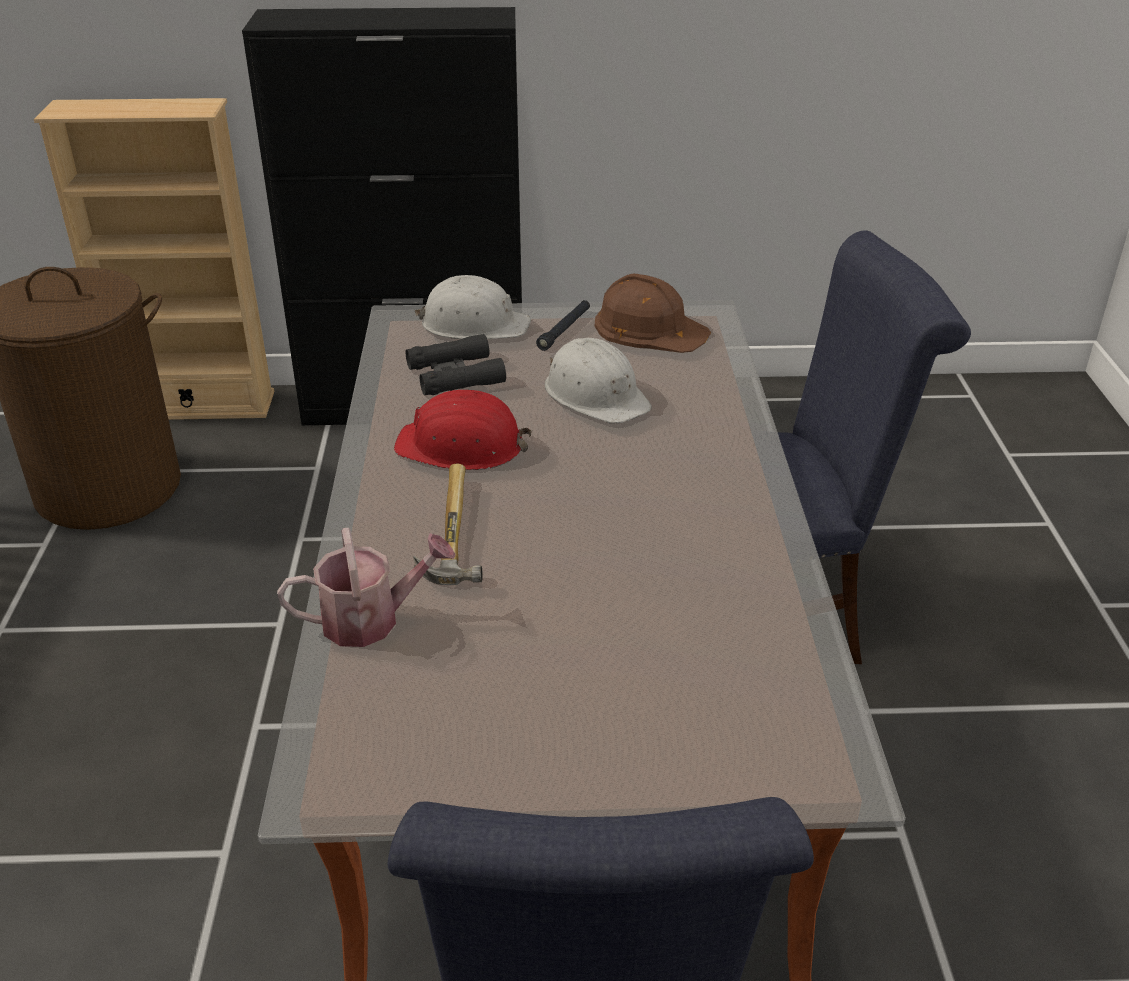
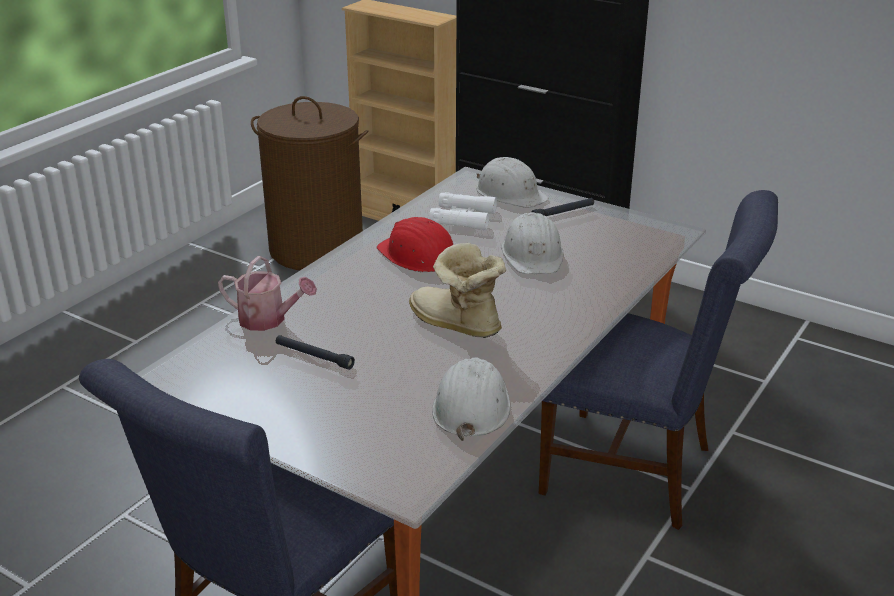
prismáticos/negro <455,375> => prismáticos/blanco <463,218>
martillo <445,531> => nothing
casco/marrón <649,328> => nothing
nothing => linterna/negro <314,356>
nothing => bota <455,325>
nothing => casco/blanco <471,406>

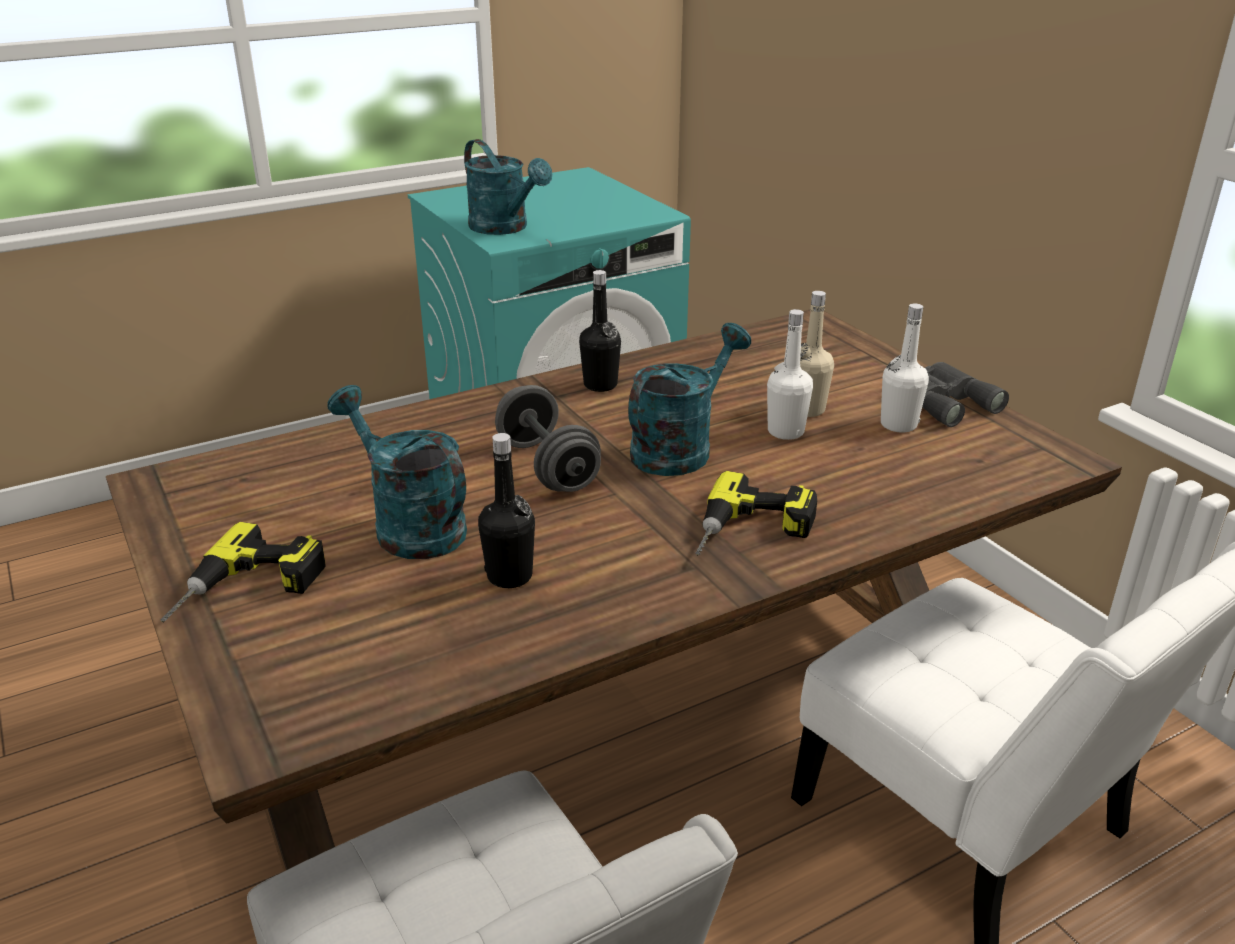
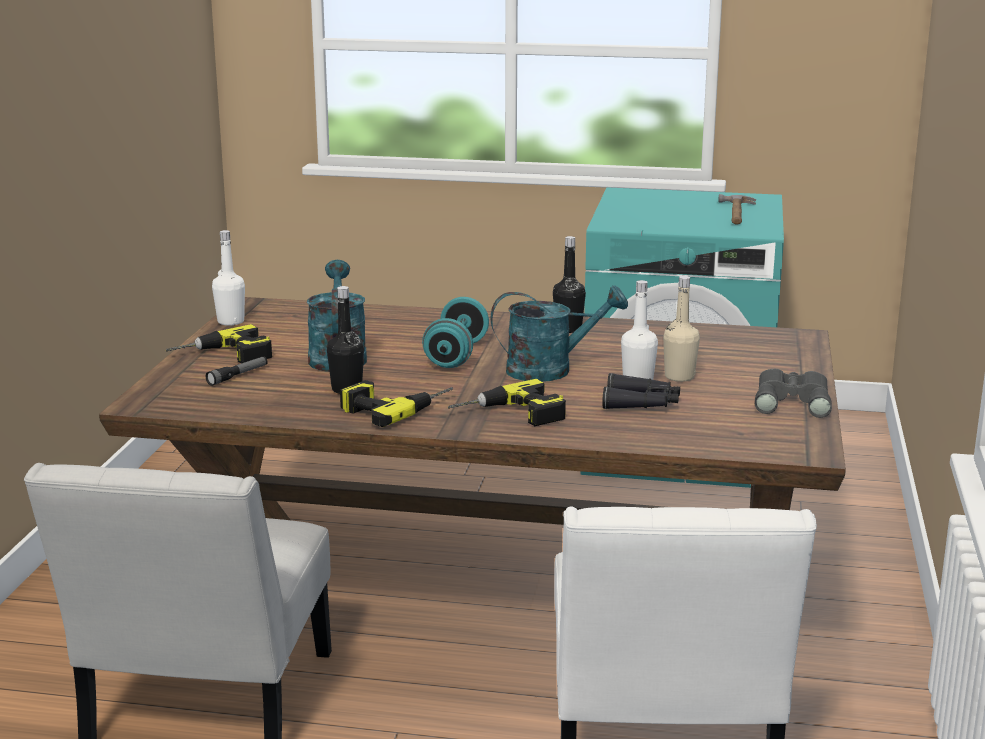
regadera/turquesa <505,228> => nothing
mancuerna/gris <547,466> => mancuerna/turquesa <456,355>
botella/blanco <898,425> => botella/blanco <231,321>, shifted
nothing => linterna <238,376>
nothing => taladro <395,406>
nothing => prismáticos/negro <641,403>
nothing => martillo <736,213>

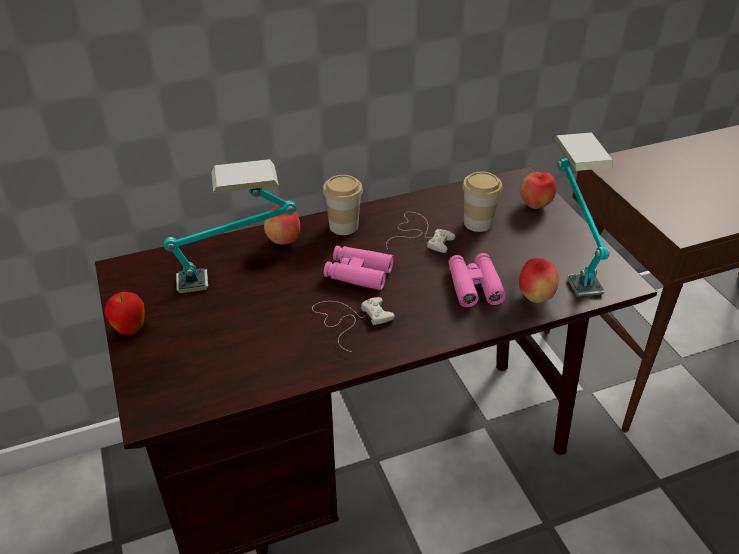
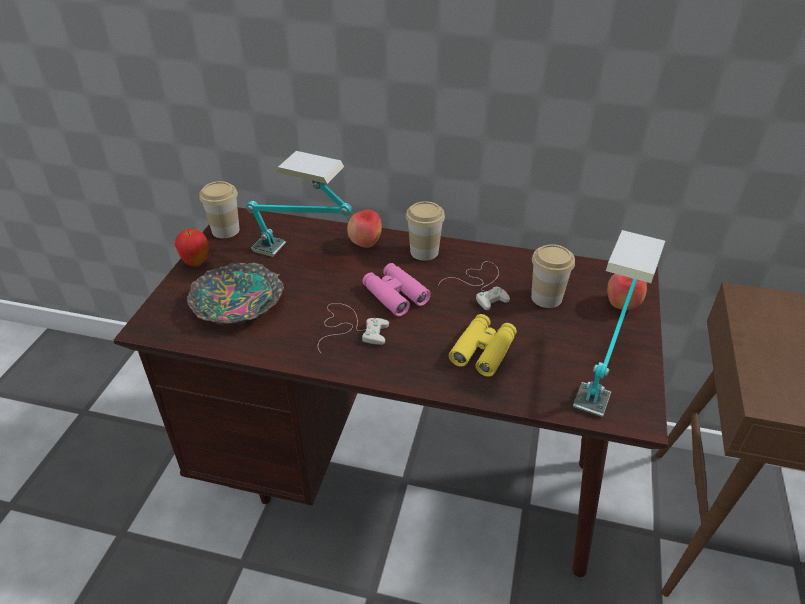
prismáticos/rosa <474,285> => prismáticos/amarillo <483,350>
manzana <535,297> => nothing
nothing => cuenco <239,303>
nothing => taza <225,230>

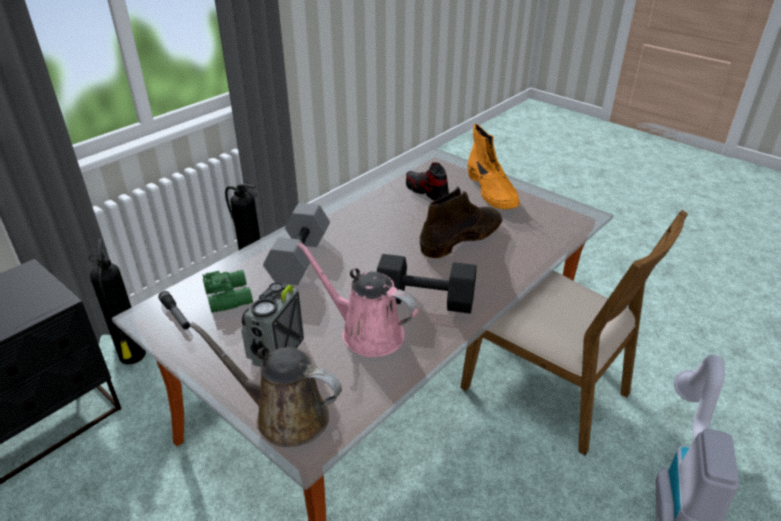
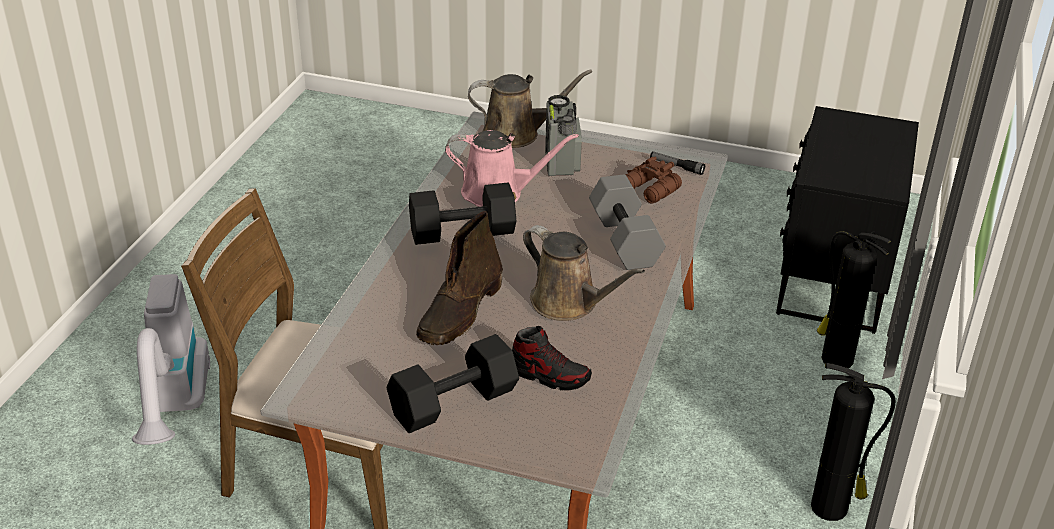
prismáticos/verde <230,296> => prismáticos/marrón <649,190>
bota/naranja <492,191> => mancuerna/negro <453,404>
nothing => regadera/marrón <569,303>

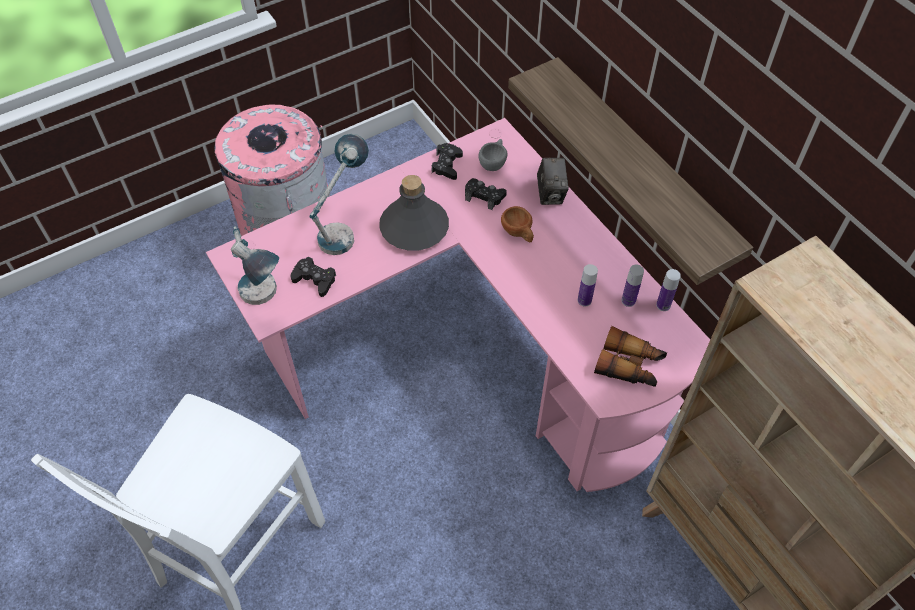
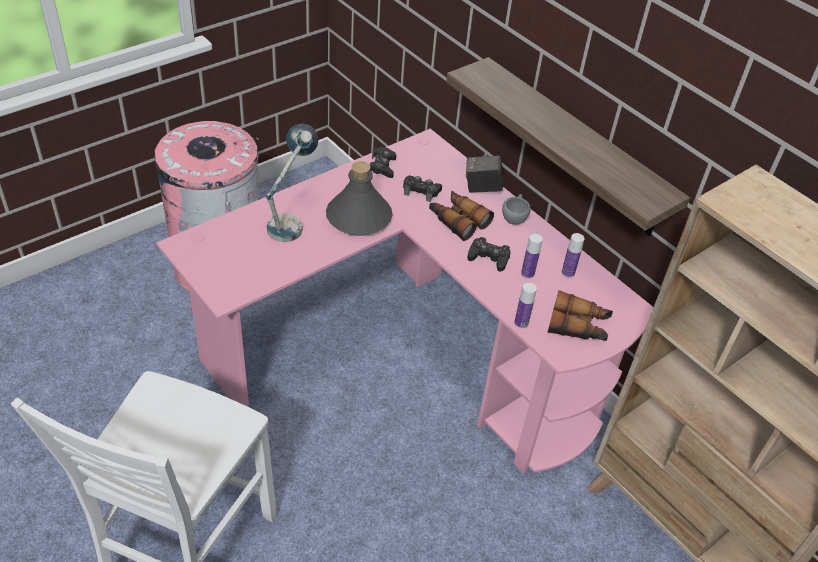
lámpara de mesa <265,301> => nothing
mando de consola/negro <315,279> => mando de consola/negro <488,258>, shifted
taza/gris <494,162> => taza/gris <514,217>, shifted
taza/marrón <518,233> => prismáticos <457,220>
cámara <550,194> => cámara <482,188>, 105 degrees clockwise
botella <663,305> => botella <521,323>, shifted

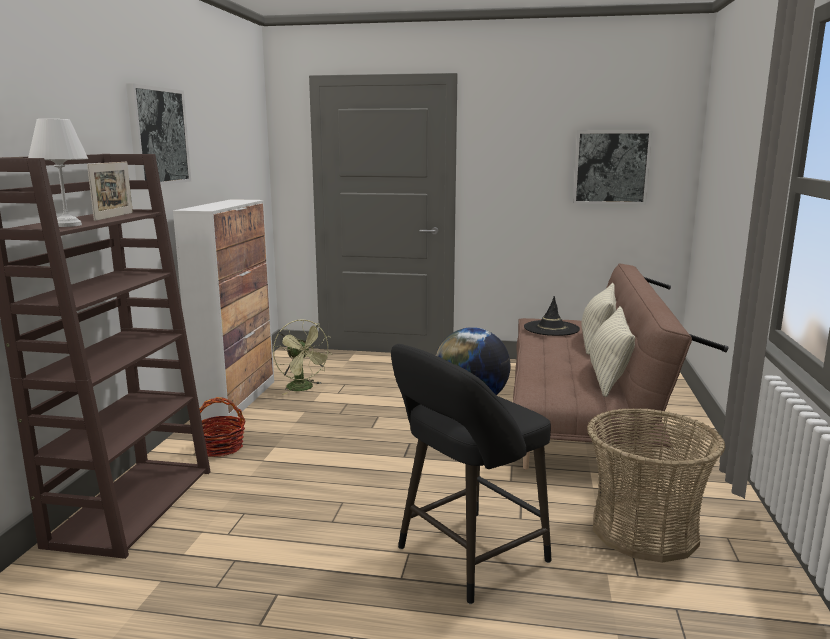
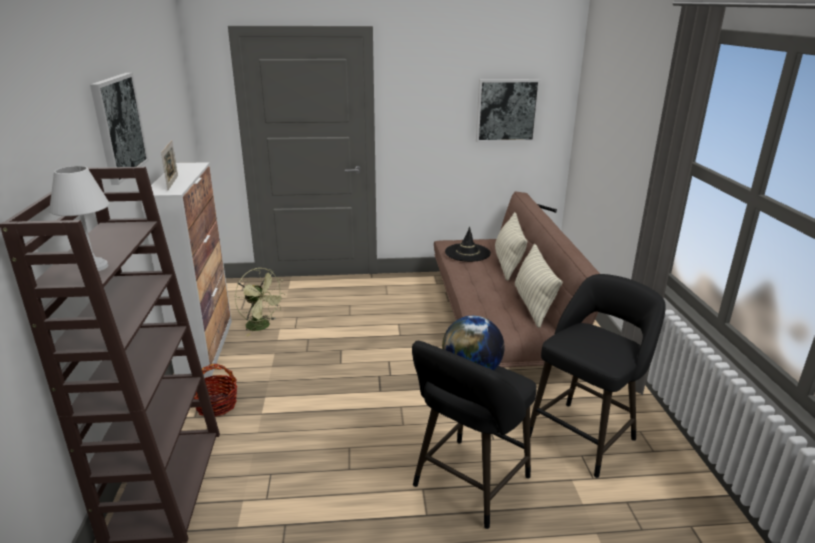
portarretratos <114,216> => portarretratos <172,183>, shifted
cesta <644,531> => taburete/negro <584,435>

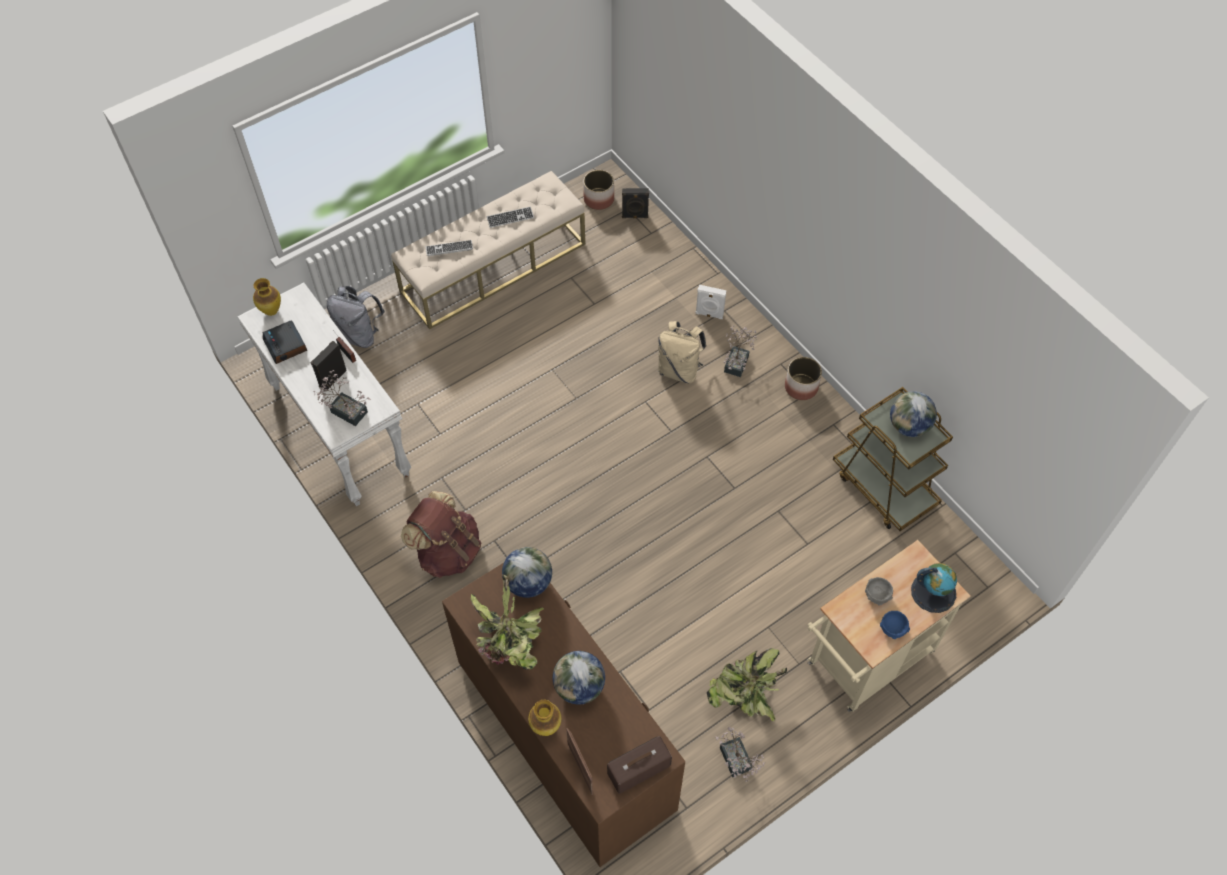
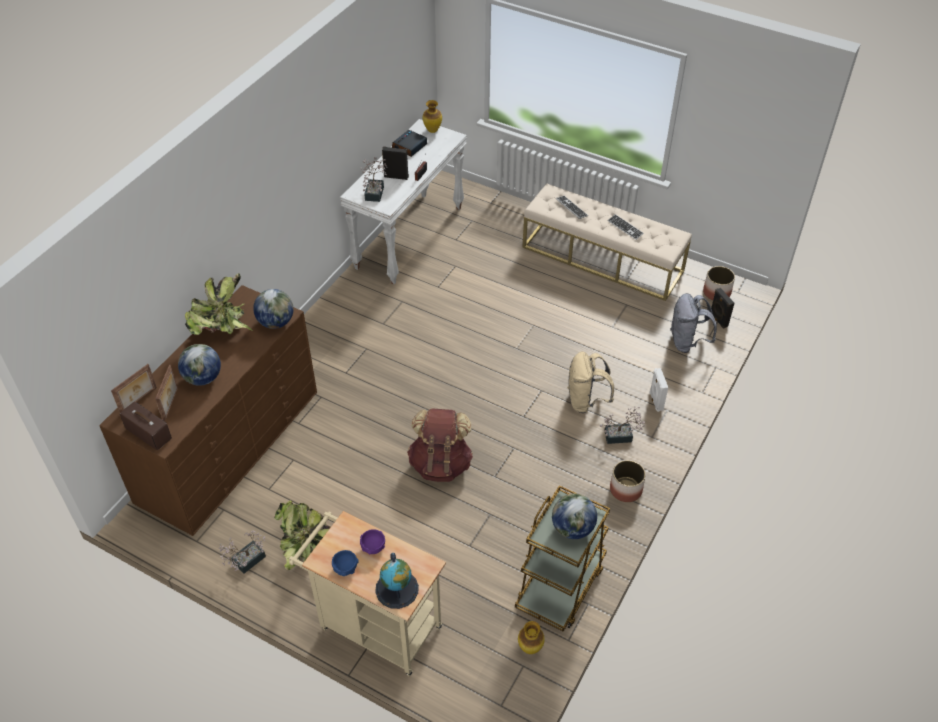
mochila/gris <360,335> => mochila/gris <687,342>, shifted
mochila/marrón <447,551> => mochila/marrón <441,464>, shifted
florero <546,727> => florero <530,649>, shifted
cuenco/gris <877,595> => cuenco/morado <373,547>
nothing => portarretratos <171,405>

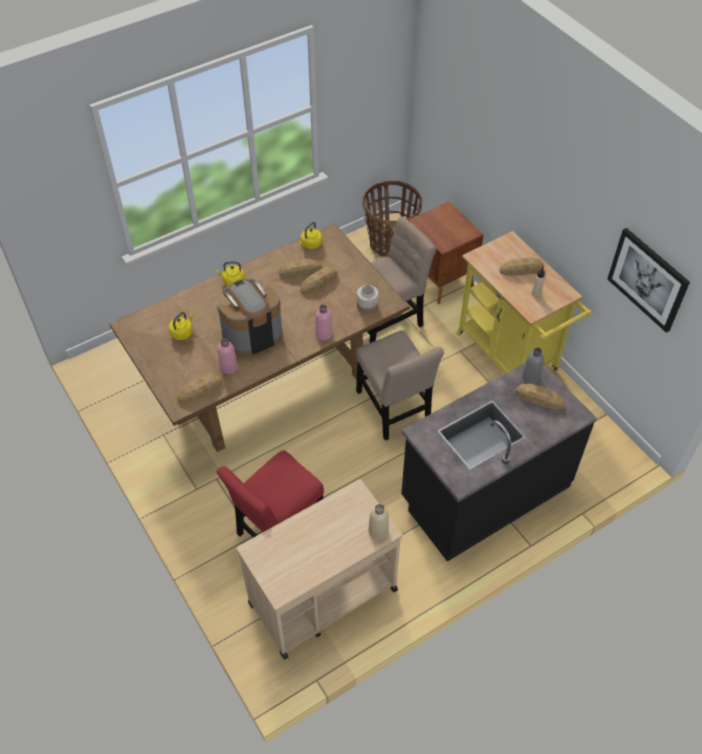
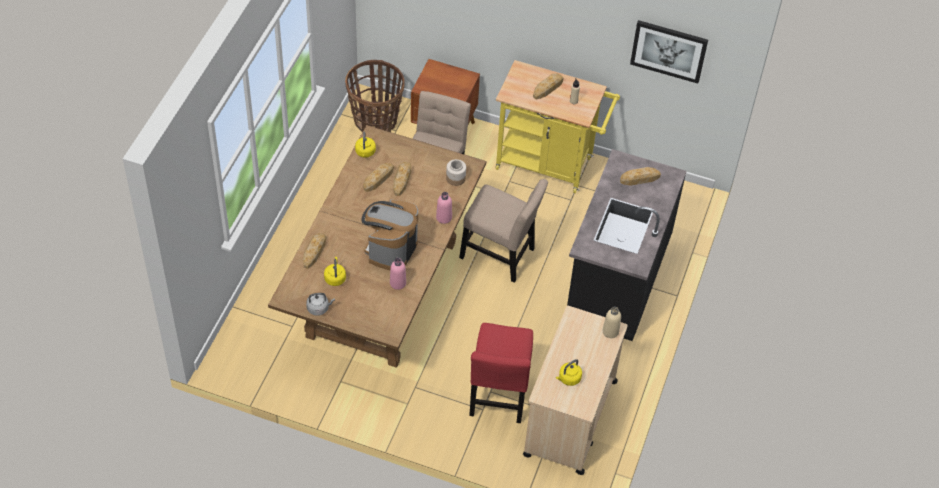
pan <200,391> => pan <314,252>, shifted
hervidor/amarillo <232,281> => hervidor/amarillo <568,379>, shifted
botella/gris <531,377> => nothing
nothing => hervidor/gris <319,308>

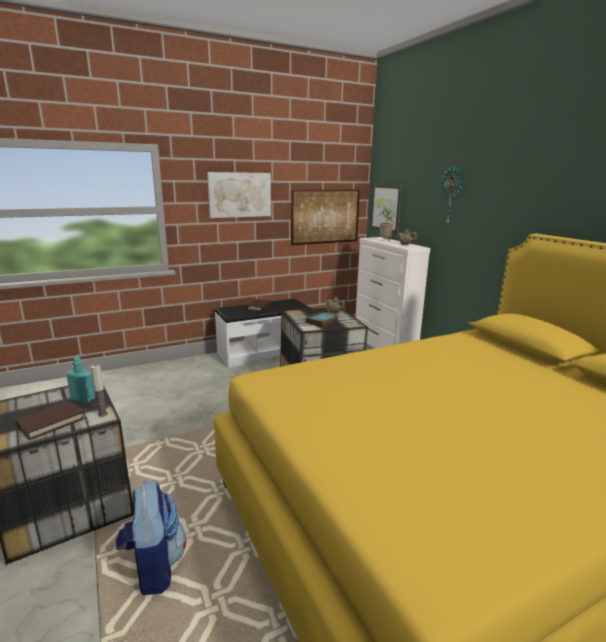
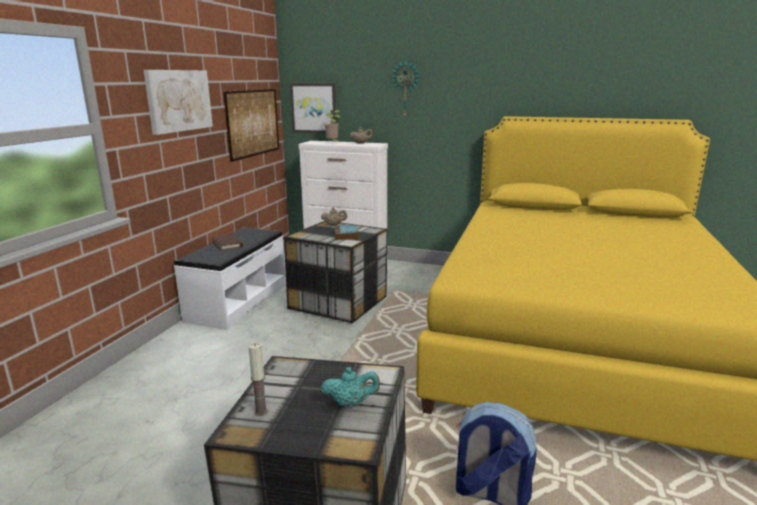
libro/marrón <51,422> => tetera/turquesa <351,403>
botella/turquesa <83,399> => nothing
vela <103,414> => vela <261,411>, shifted

